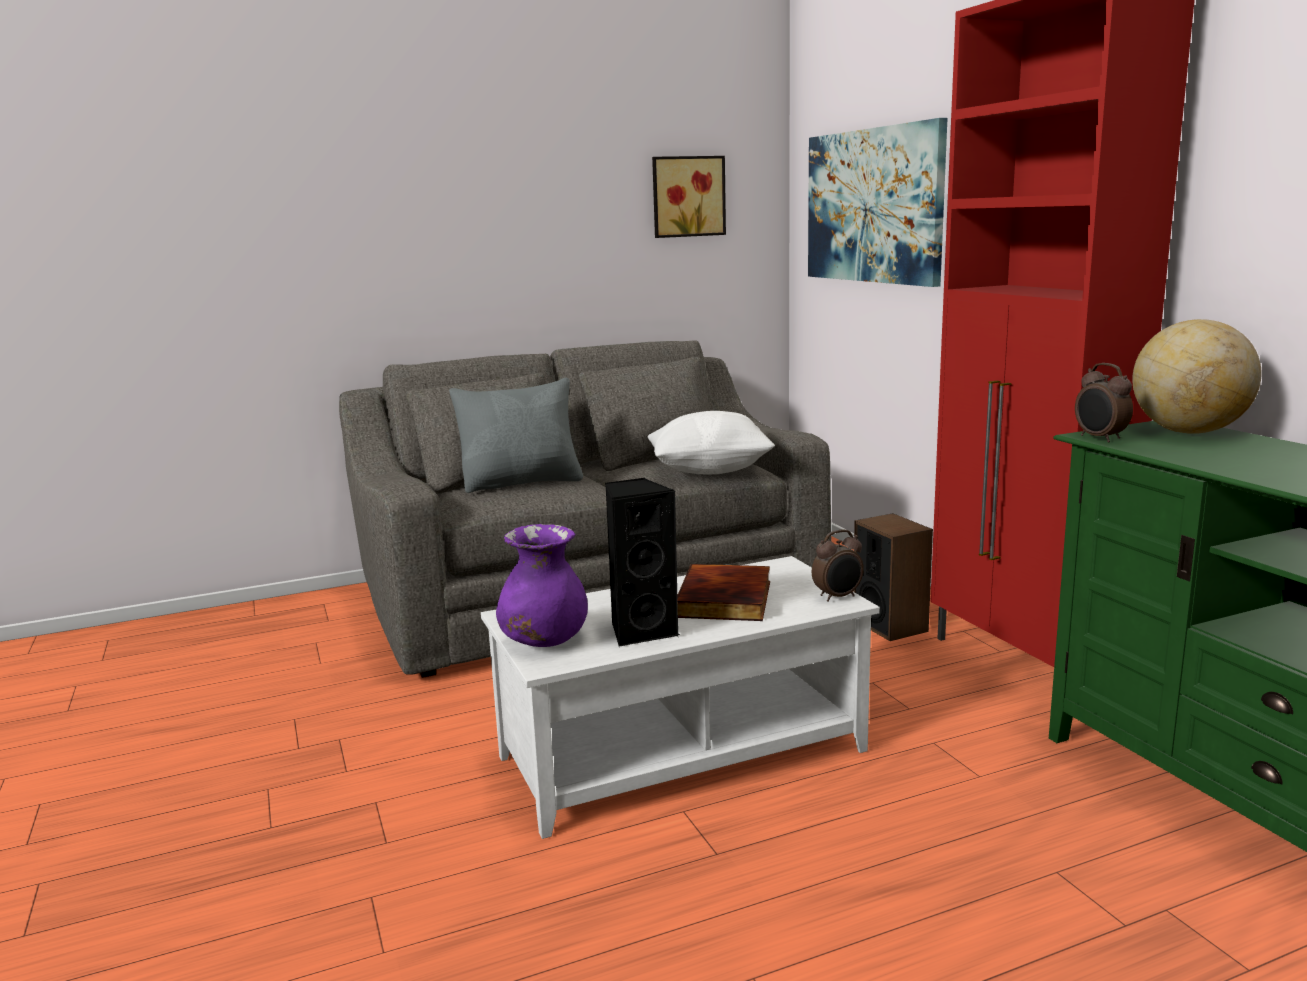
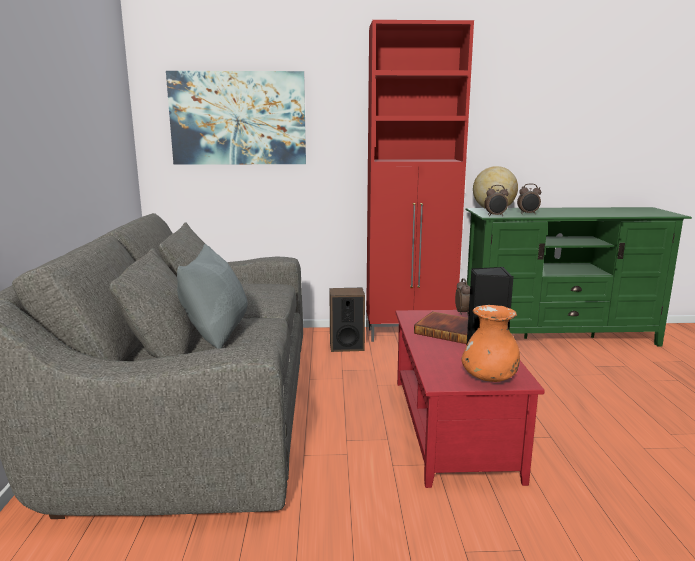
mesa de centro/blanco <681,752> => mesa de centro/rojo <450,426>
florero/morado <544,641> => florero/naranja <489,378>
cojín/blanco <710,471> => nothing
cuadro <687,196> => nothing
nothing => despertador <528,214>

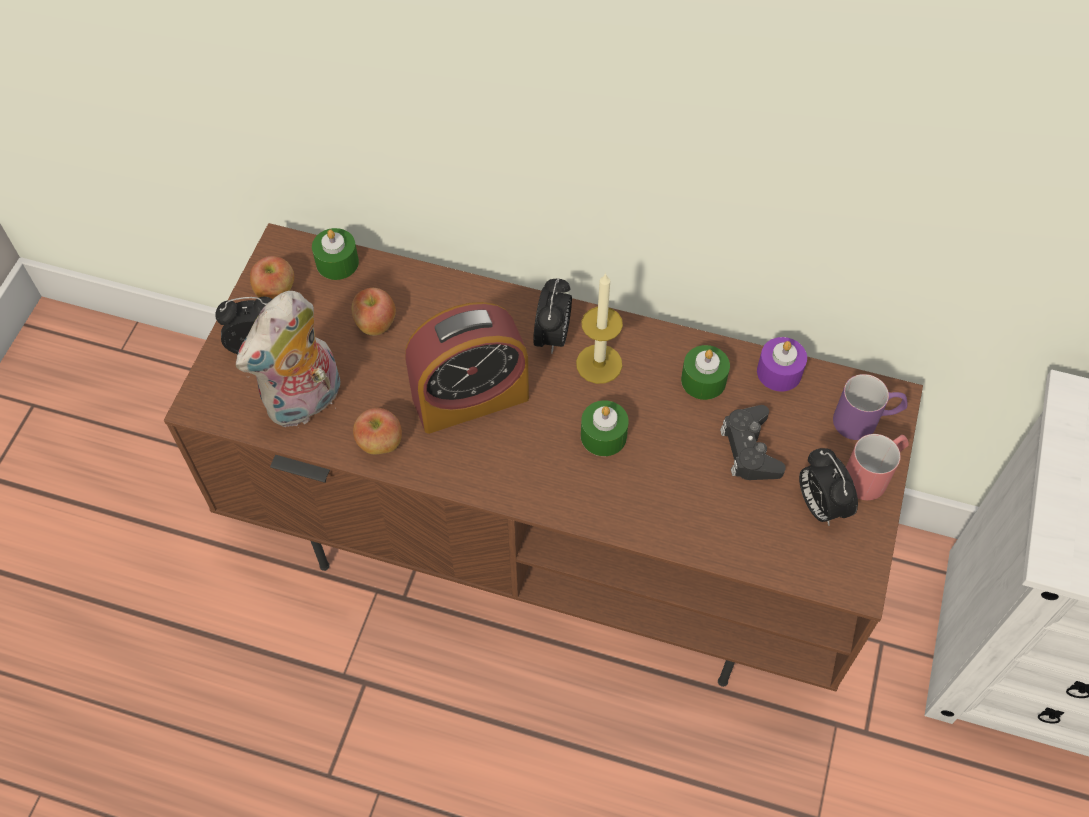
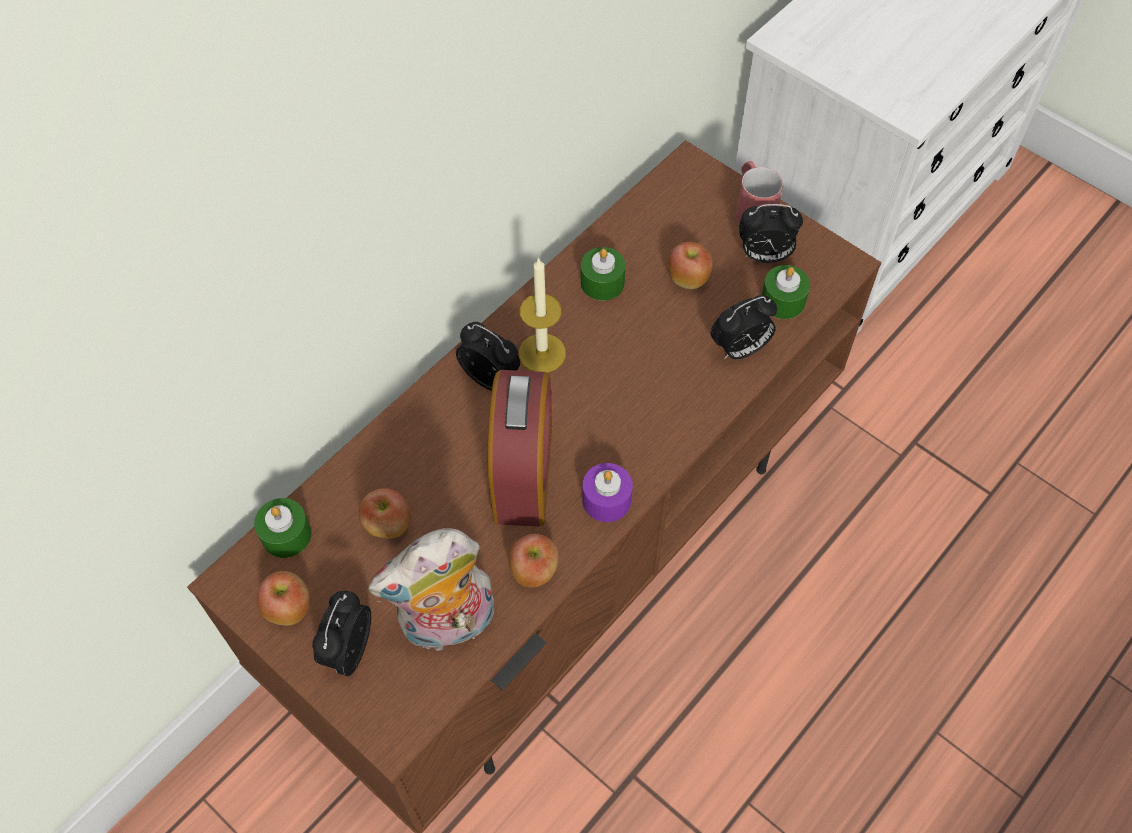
peluche <305,403> => peluche <448,625>, 90 degrees clockwise
vela/verde <603,436> => vela/verde <783,300>, shifted
mando de consola/negro <750,449> => manzana <688,279>
vela/morado <779,372> => vela/morado <606,500>, shifted
taza grande/morado <866,420> => nothing
nothing => despertador <740,349>

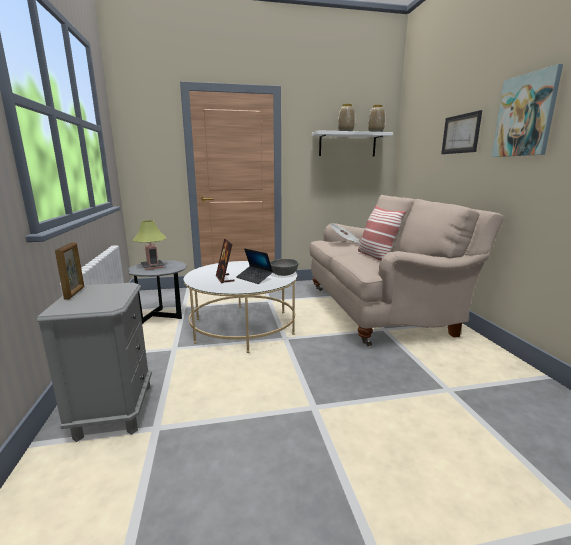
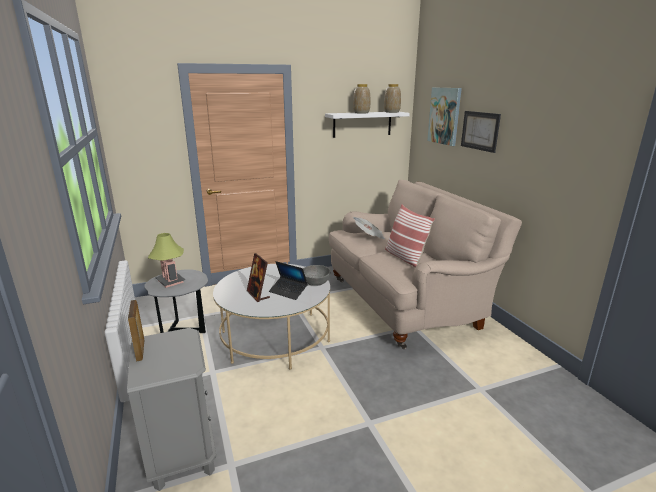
cuadro <525,115> => cuadro <445,116>, shifted

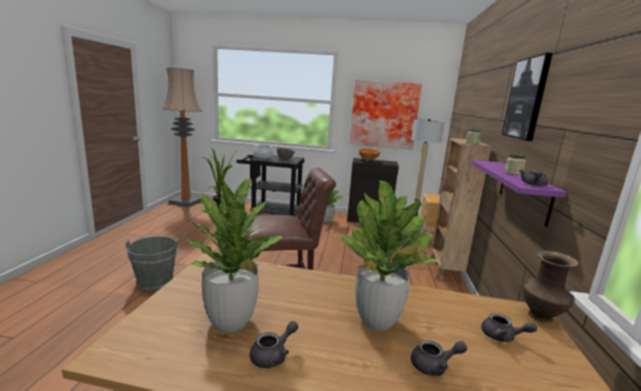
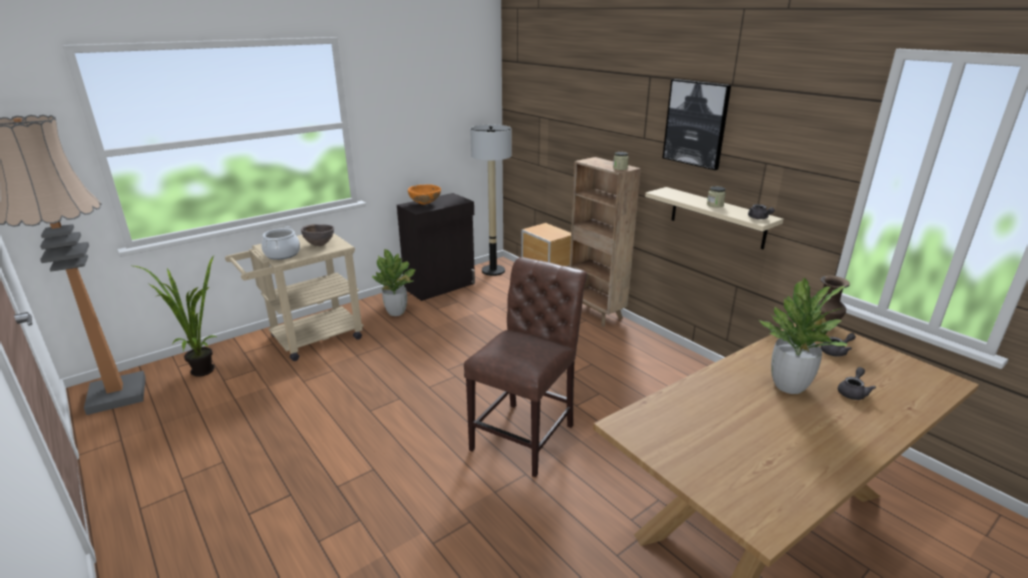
cubo/gris <155,282> => nothing
planta en maceta <230,321> => nothing
carrito/negro <271,214> => carrito/beis <308,340>
tetera/gris <273,355> => nothing
cuadro <384,114> => nothing
estante/morado <524,191> => estante/beis <717,217>

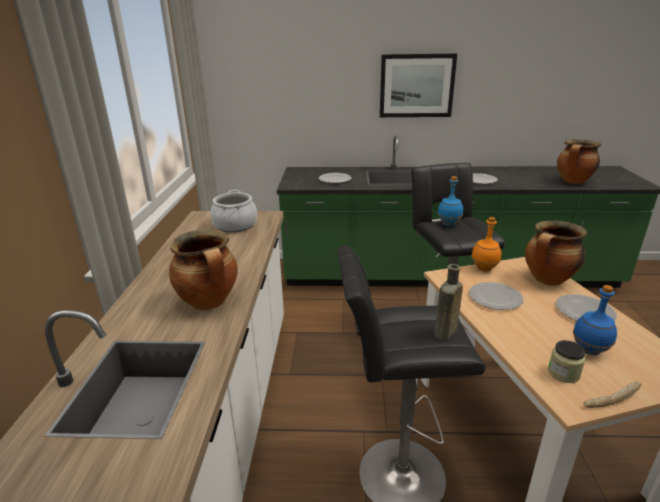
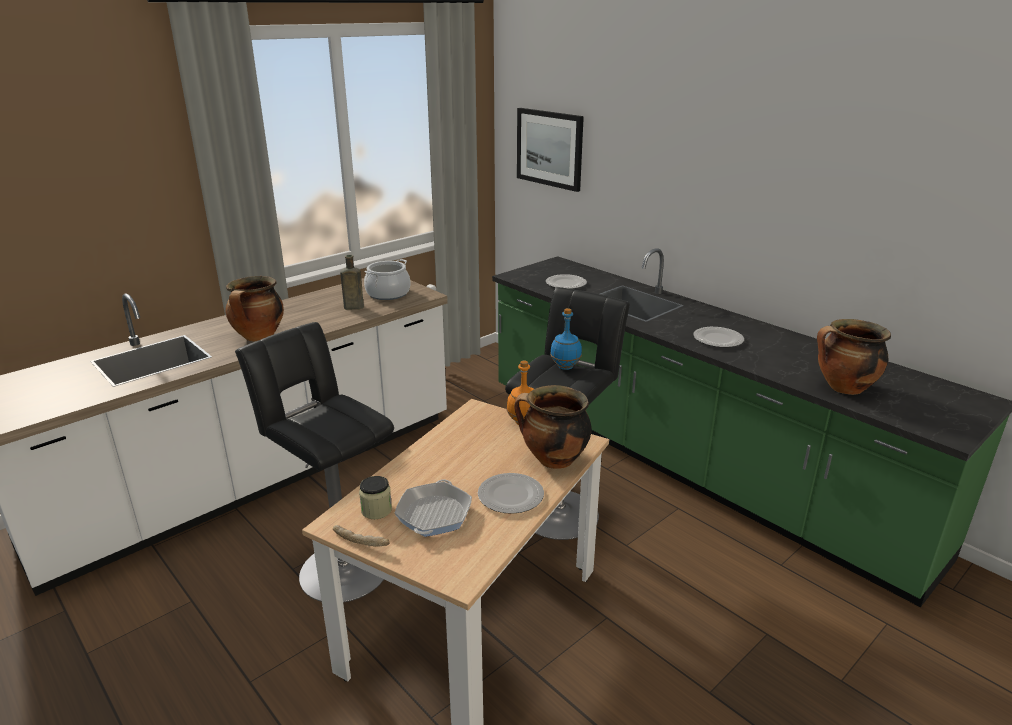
cuadro <416,86> => cuadro <549,148>, shifted
botella/marrón <444,334> => botella/marrón <352,307>, shifted
plato <495,298> => nothing
botella/azul <590,350> => sartén <434,514>

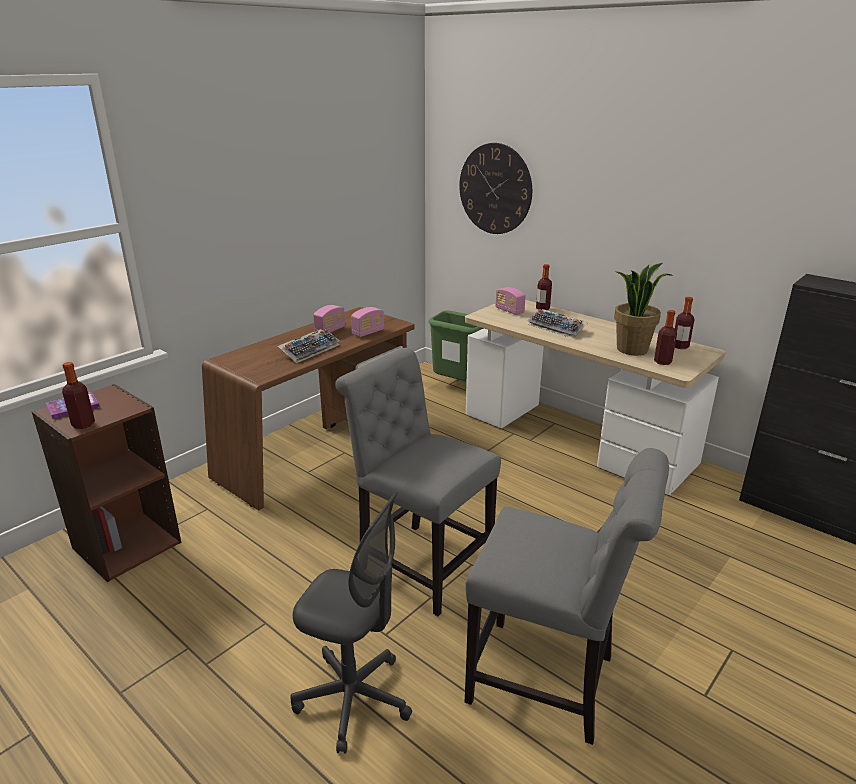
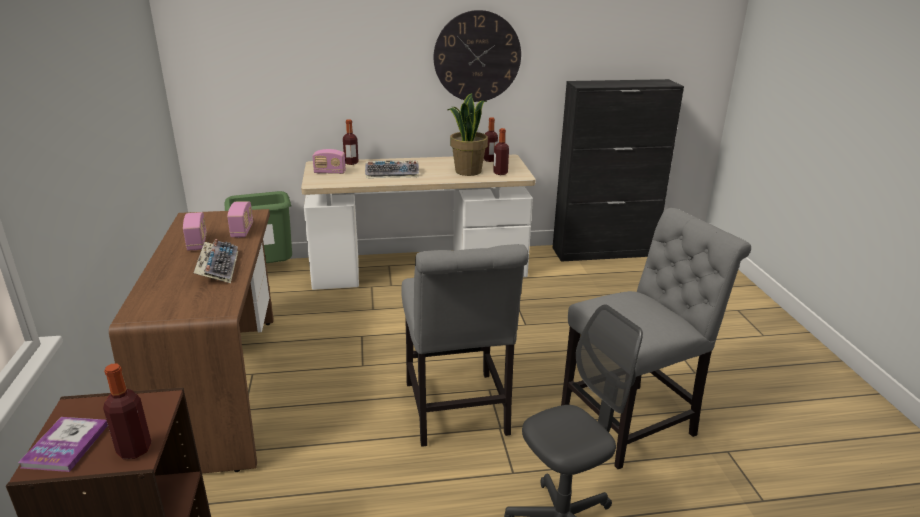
silla/gris <420,564> => silla/gris <457,413>, 90 degrees counterclockwise
reloj de pared <495,189> => reloj de pared <477,57>, shifted

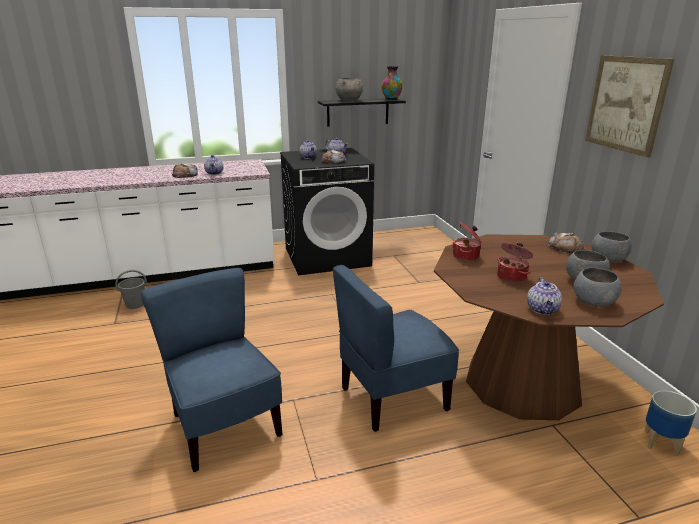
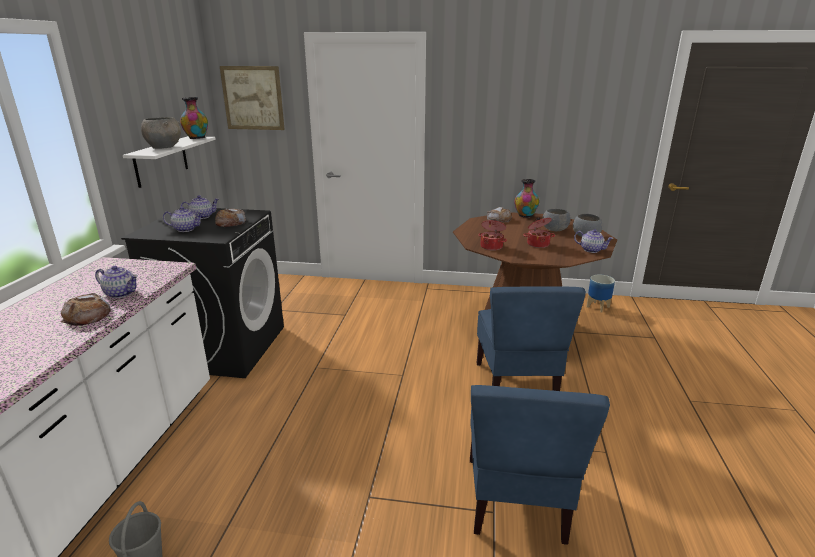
silla/azul <224,426> => silla/azul <517,499>, 75 degrees counterclockwise
estante/negro <358,112> => estante/blanco <161,161>
cuadro <626,104> => cuadro <253,98>, shifted
cuenco/gris <608,259> => florero <525,216>

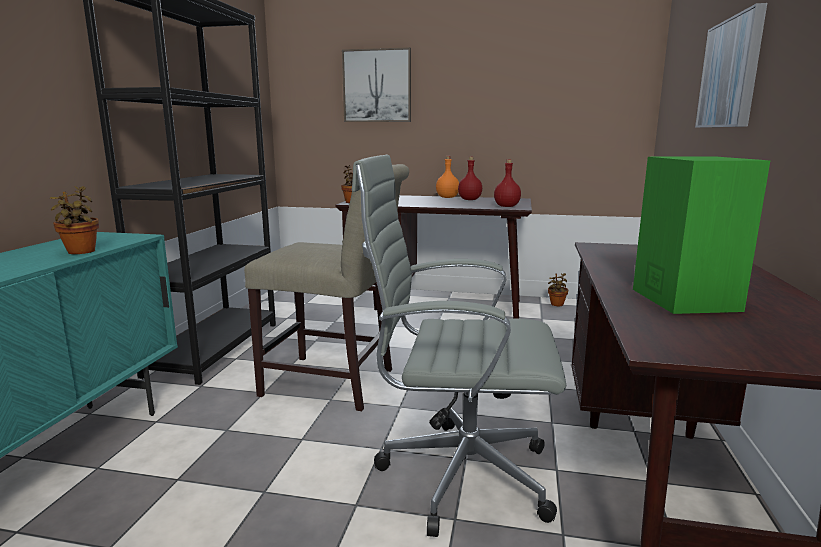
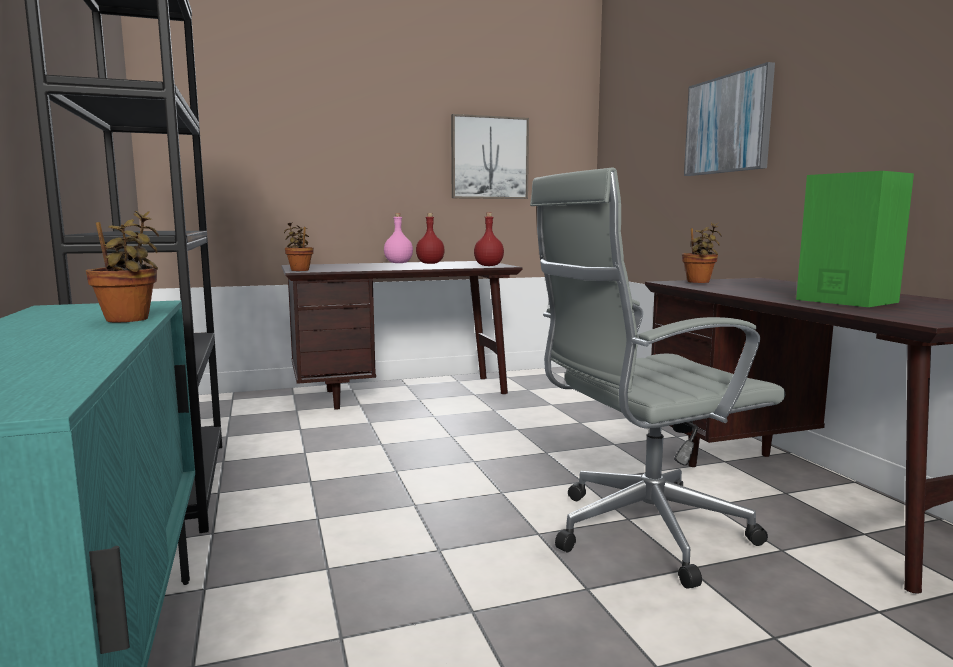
silla/beis <335,383> => nothing
cuadro <377,86> => cuadro <489,158>, shifted
botella/naranja <447,197> => botella/rosa <398,263>
planta en maceta <556,305> => planta en maceta <699,282>, shifted

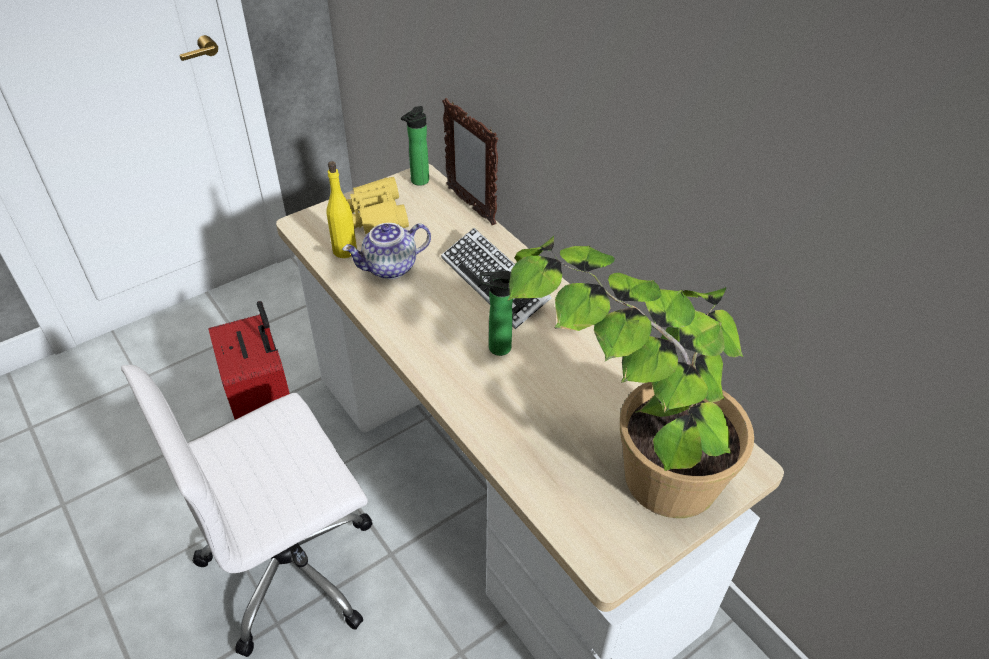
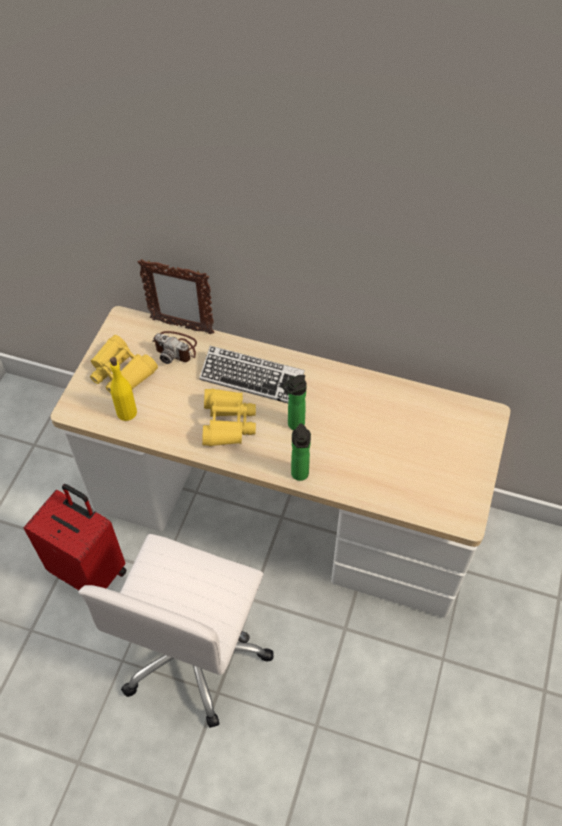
tetera <390,268> => nothing
botella <418,182> => botella <300,476>, shifted
planta en maceta <627,452> => nothing
nothing => cámara <176,348>
nothing => prismáticos/amarillo <227,423>

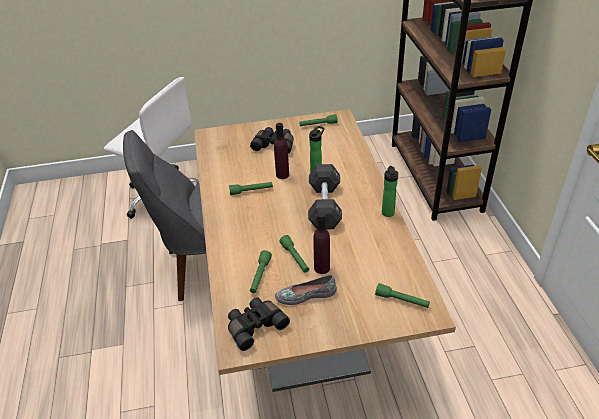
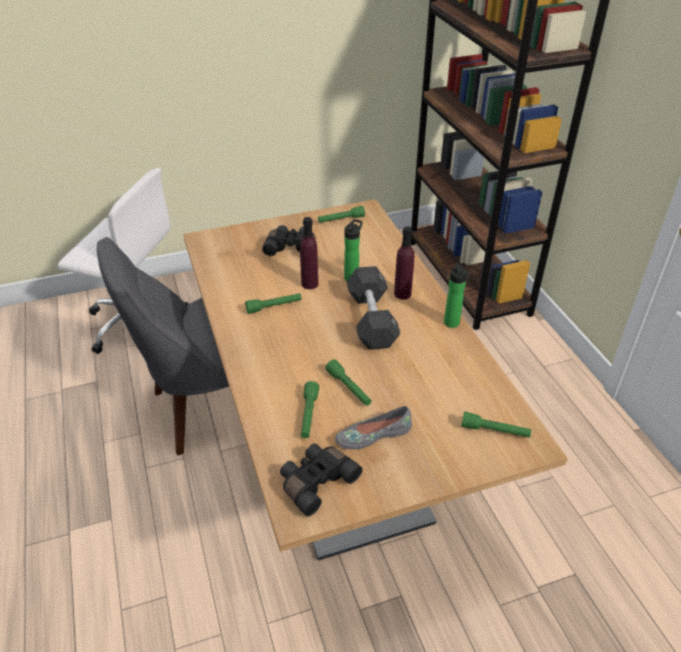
botella/morado <322,268> => botella/morado <402,294>, shifted

